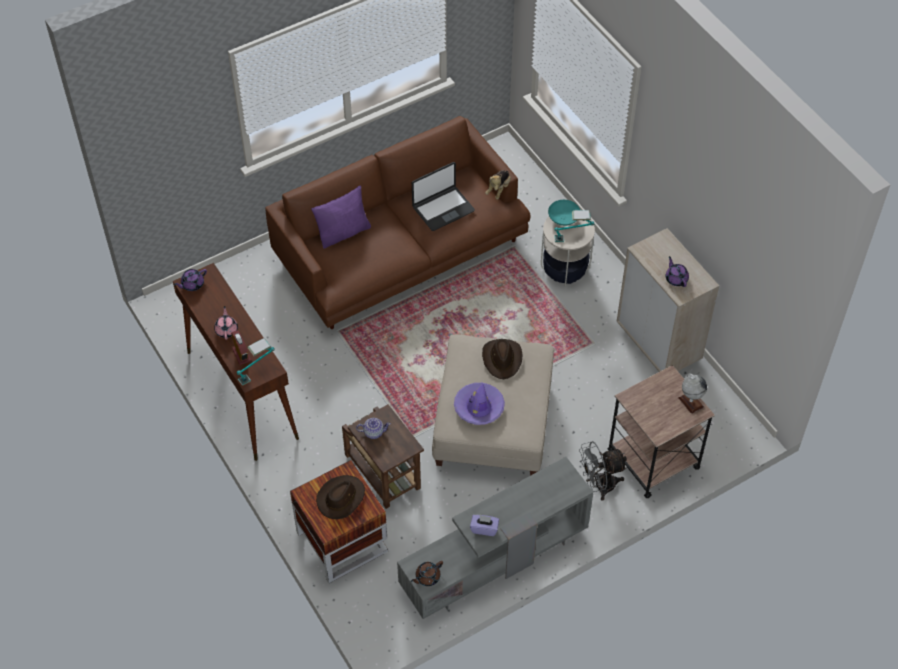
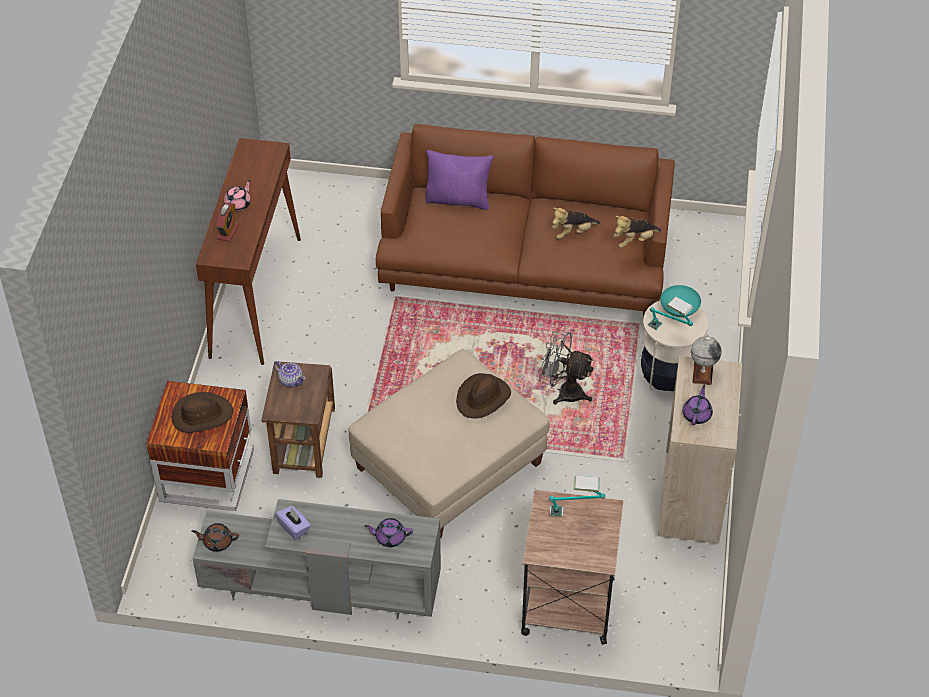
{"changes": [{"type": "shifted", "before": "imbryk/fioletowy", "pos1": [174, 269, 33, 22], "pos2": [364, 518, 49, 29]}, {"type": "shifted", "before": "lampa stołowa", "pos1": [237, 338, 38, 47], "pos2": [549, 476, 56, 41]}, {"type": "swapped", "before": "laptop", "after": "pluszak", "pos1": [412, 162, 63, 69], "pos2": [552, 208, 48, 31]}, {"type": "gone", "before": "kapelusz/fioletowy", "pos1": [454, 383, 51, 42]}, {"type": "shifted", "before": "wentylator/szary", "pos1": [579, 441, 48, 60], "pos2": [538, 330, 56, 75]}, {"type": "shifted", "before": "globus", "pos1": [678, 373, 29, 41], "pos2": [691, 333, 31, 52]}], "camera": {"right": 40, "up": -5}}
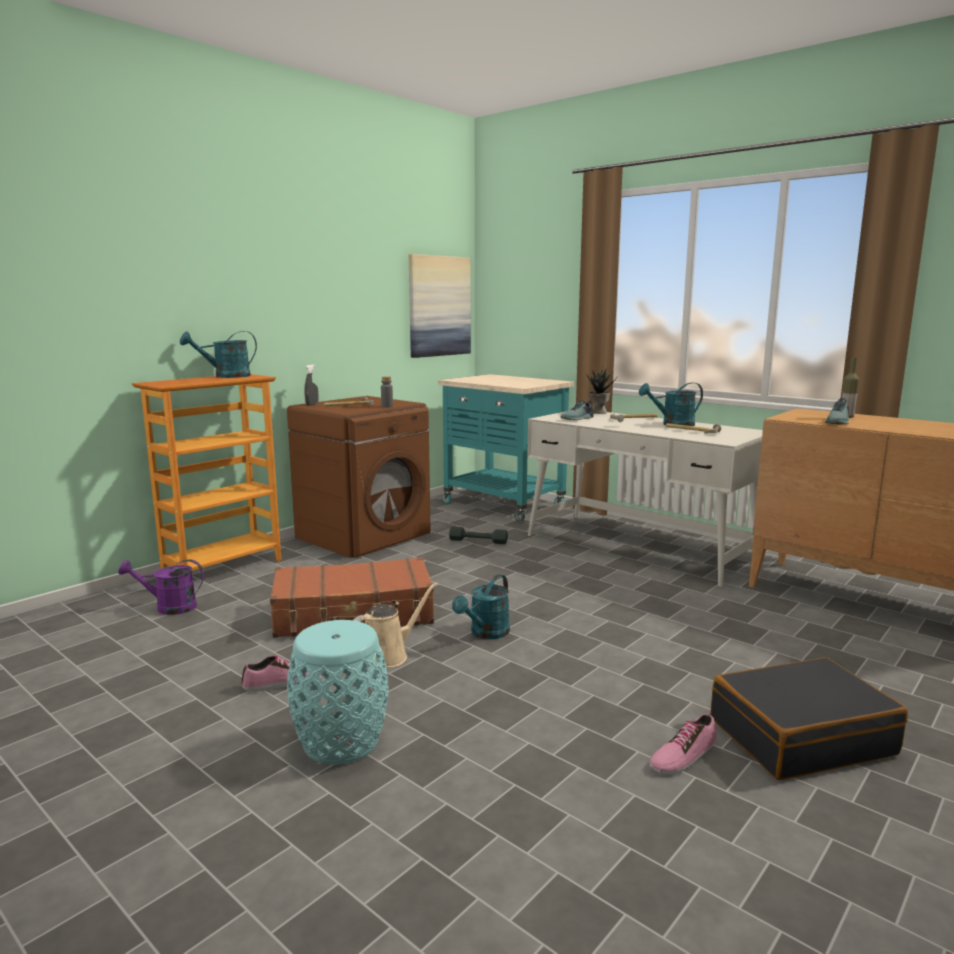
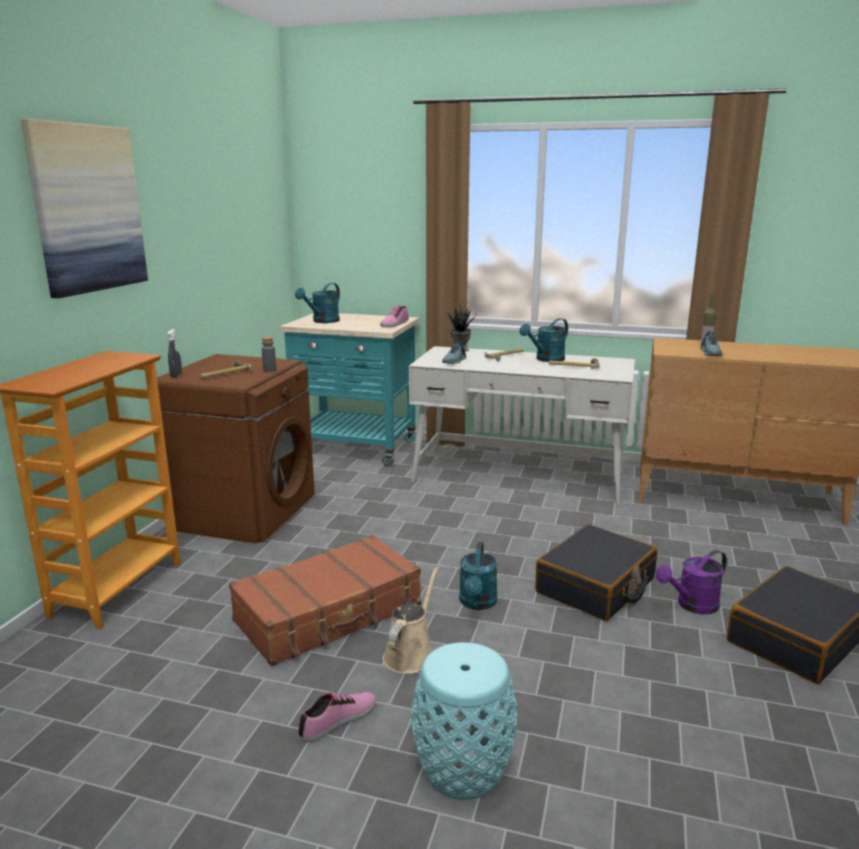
{"changes": [{"type": "shifted", "before": "konewka/fioletowy", "pos1": [118, 559, 86, 56], "pos2": [656, 550, 71, 64]}, {"type": "shifted", "before": "konewka/turkusowy", "pos1": [180, 331, 77, 47], "pos2": [295, 283, 45, 40]}, {"type": "shifted", "before": "obraz", "pos1": [409, 254, 62, 104], "pos2": [21, 118, 127, 180]}, {"type": "gone", "before": "hantel/szary", "pos1": [449, 526, 59, 18]}, {"type": "shifted", "before": "but", "pos1": [650, 714, 67, 61], "pos2": [380, 306, 29, 21]}, {"type": "new", "after": "walizka/czarny", "pos2": [535, 524, 122, 97]}], "camera": {"right": -25, "up": 5}}
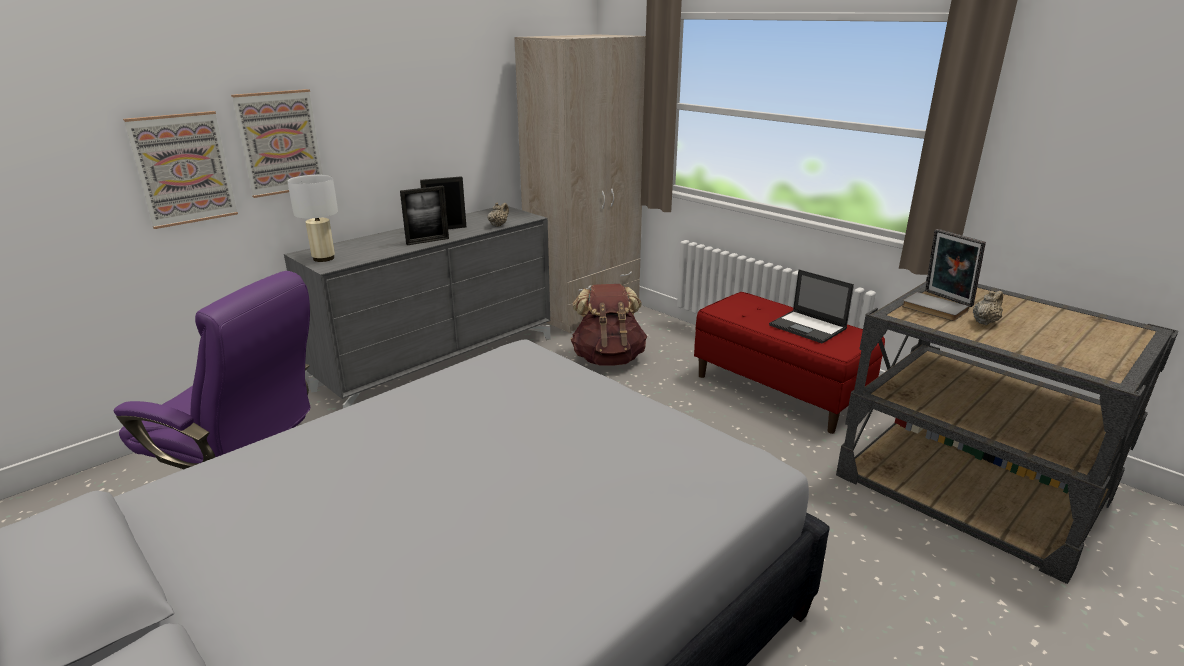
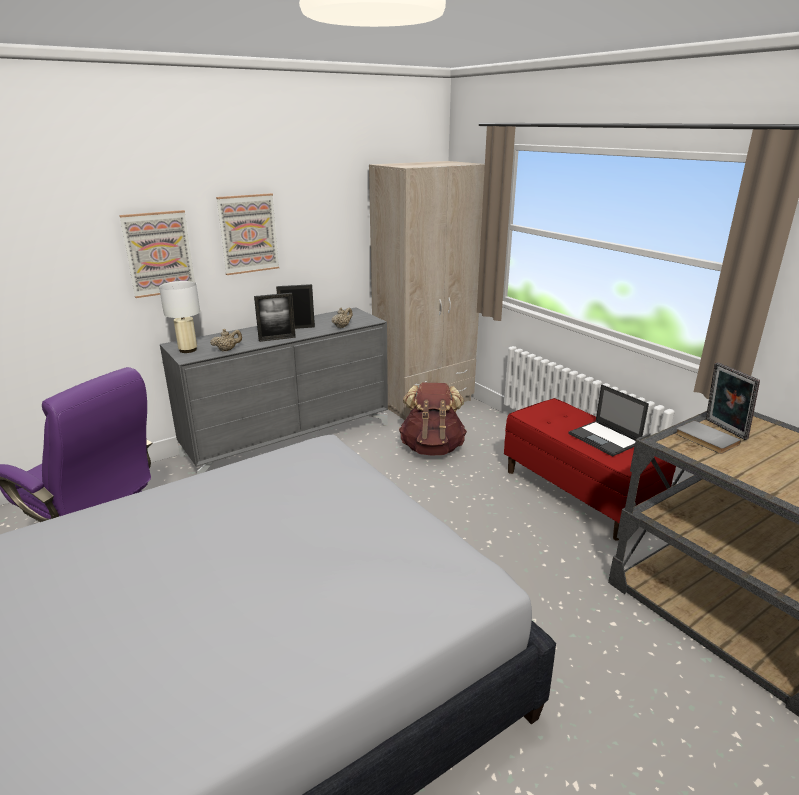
{"changes": [{"type": "shifted", "before": "obraz", "pos1": [123, 111, 115, 118], "pos2": [216, 193, 63, 82]}, {"type": "shifted", "before": "imbryk/beżowy", "pos1": [973, 291, 30, 34], "pos2": [210, 329, 32, 23]}], "camera": {"right": 10, "up": 0}}
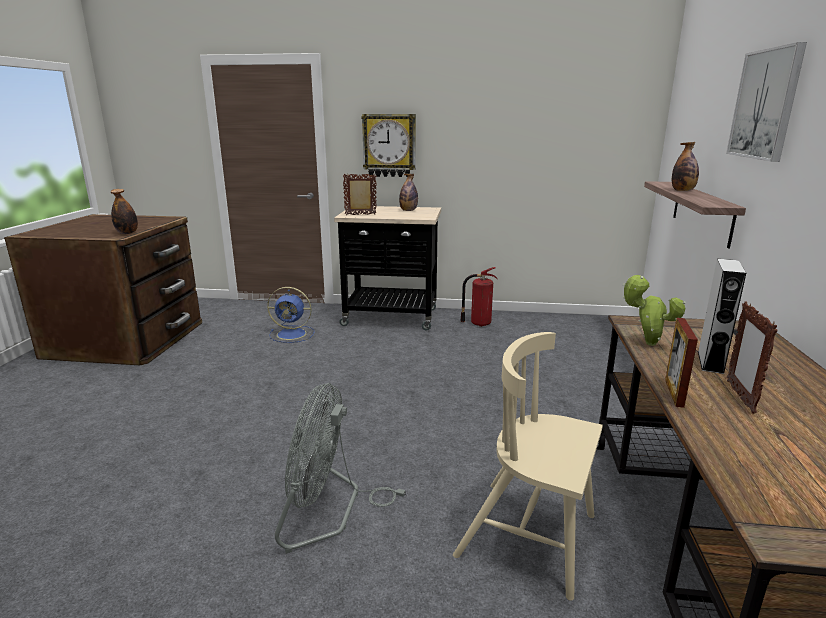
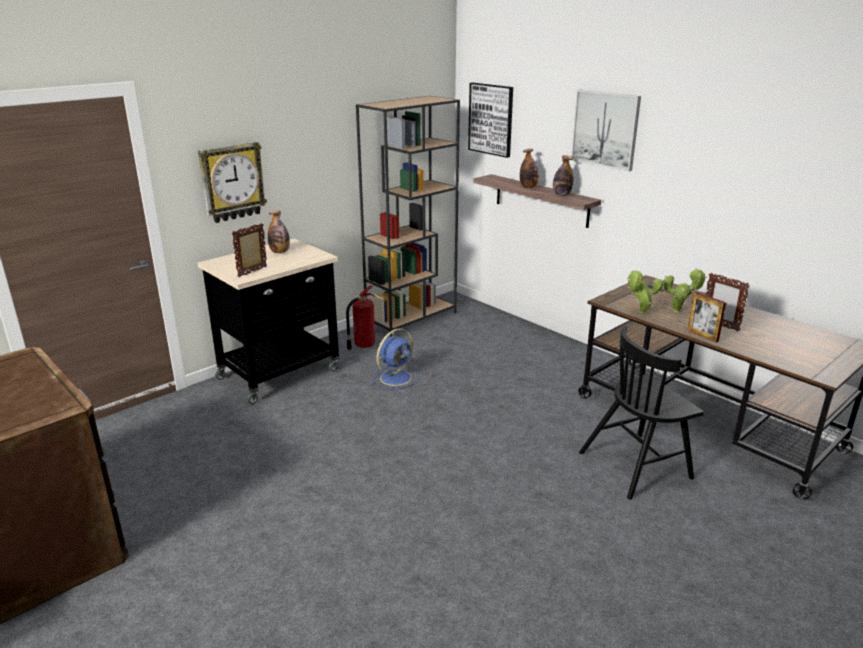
{"changes": [{"type": "shifted", "before": "butelka", "pos1": [110, 189, 28, 45], "pos2": [553, 155, 20, 41]}, {"type": "shifted", "before": "wentylator/niebieski", "pos1": [267, 287, 47, 56], "pos2": [372, 328, 48, 61]}, {"type": "gone", "before": "wentylator/szary", "pos1": [275, 383, 132, 171]}, {"type": "repainted", "before": "krzesło/beżowy", "after": "krzesło/czarny", "pos1": [453, 332, 150, 268], "pos2": [579, 326, 125, 174]}, {"type": "swapped", "before": "głośnik/szary", "after": "roślina doniczkowa", "pos1": [698, 259, 48, 115], "pos2": [663, 268, 44, 44]}, {"type": "new", "after": "regał", "pos2": [356, 96, 104, 241]}, {"type": "new", "after": "obraz", "pos2": [468, 83, 45, 75]}], "camera": {"right": -50, "up": 5}}
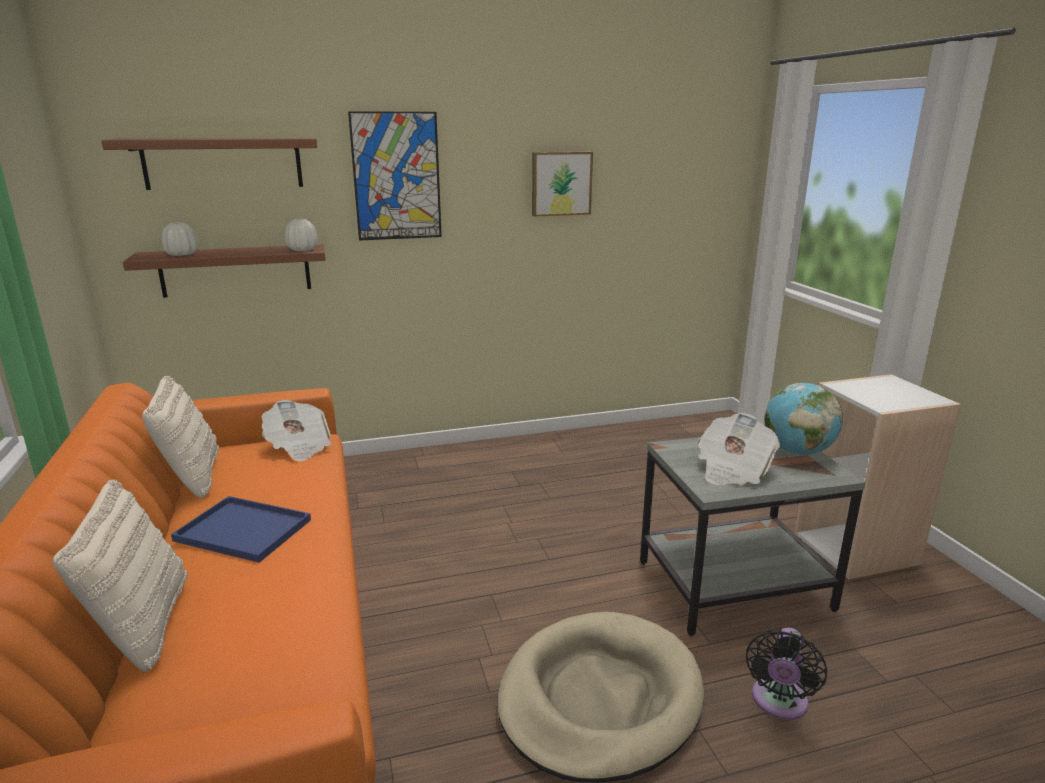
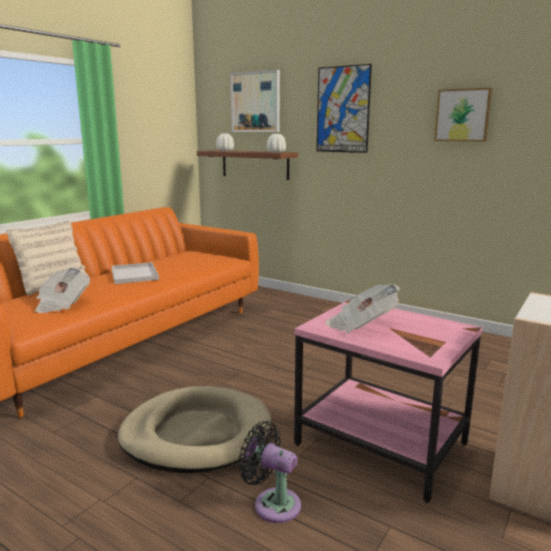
{"changes": [{"type": "swapped", "before": "półka/brązowy", "after": "obraz", "pos1": [101, 138, 216, 52], "pos2": [230, 70, 50, 62]}, {"type": "gone", "before": "poduszka/beżowy", "pos1": [142, 376, 77, 122]}, {"type": "repainted", "before": "taca/niebieski", "after": "taca/biały", "pos1": [171, 496, 140, 67], "pos2": [111, 262, 48, 22]}, {"type": "shifted", "before": "gazeta", "pos1": [262, 400, 70, 62], "pos2": [35, 267, 55, 46]}, {"type": "repainted", "before": "stolik/szary", "after": "stolik/różowy", "pos1": [640, 437, 225, 199], "pos2": [294, 299, 188, 204]}, {"type": "rotated", "before": "wentylator/czarny", "pos1": [746, 627, 81, 93], "pos2": [238, 421, 63, 102], "turn": 45}, {"type": "gone", "before": "globus", "pos1": [764, 383, 79, 72]}], "camera": {"right": 50, "up": -5}}
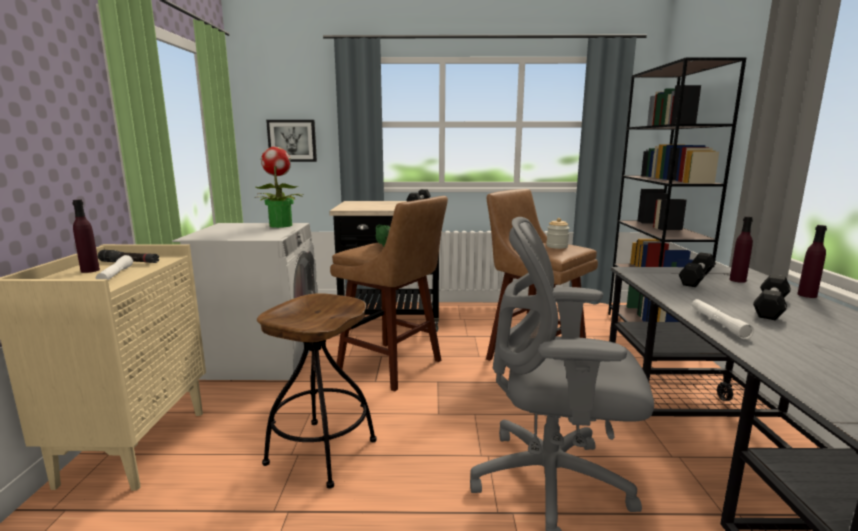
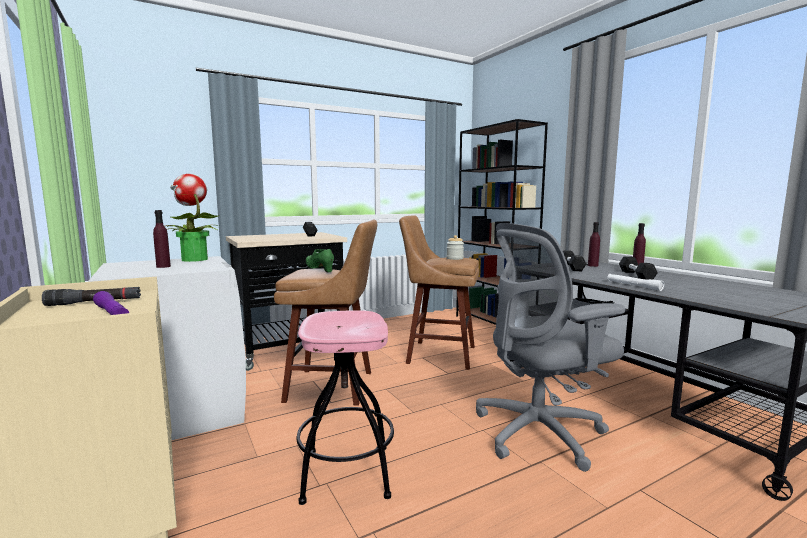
{"changes": [{"type": "shifted", "before": "butelka/fioletowy", "pos1": [72, 200, 28, 73], "pos2": [153, 210, 18, 58]}, {"type": "repainted", "before": "latarka/biały", "after": "latarka/fioletowy", "pos1": [96, 255, 37, 25], "pos2": [93, 291, 36, 24]}, {"type": "repainted", "before": "stołek/brązowy", "after": "stołek/różowy", "pos1": [257, 293, 120, 196], "pos2": [296, 310, 98, 195]}, {"type": "gone", "before": "obraz", "pos1": [266, 120, 51, 42]}], "camera": {"right": -30, "up": -5}}
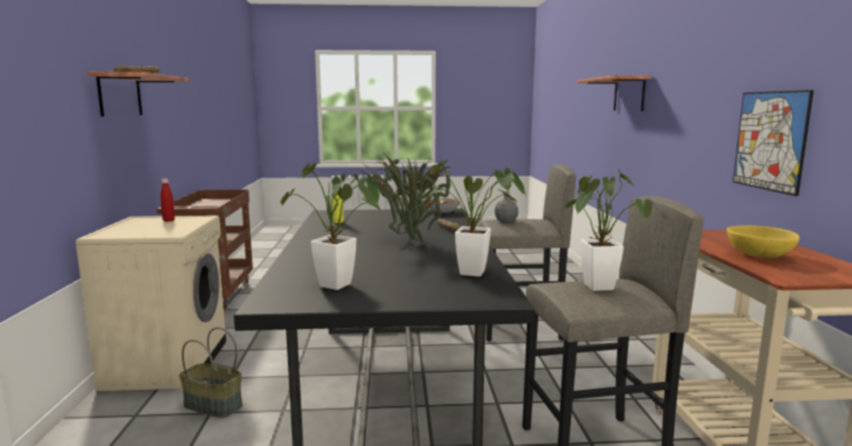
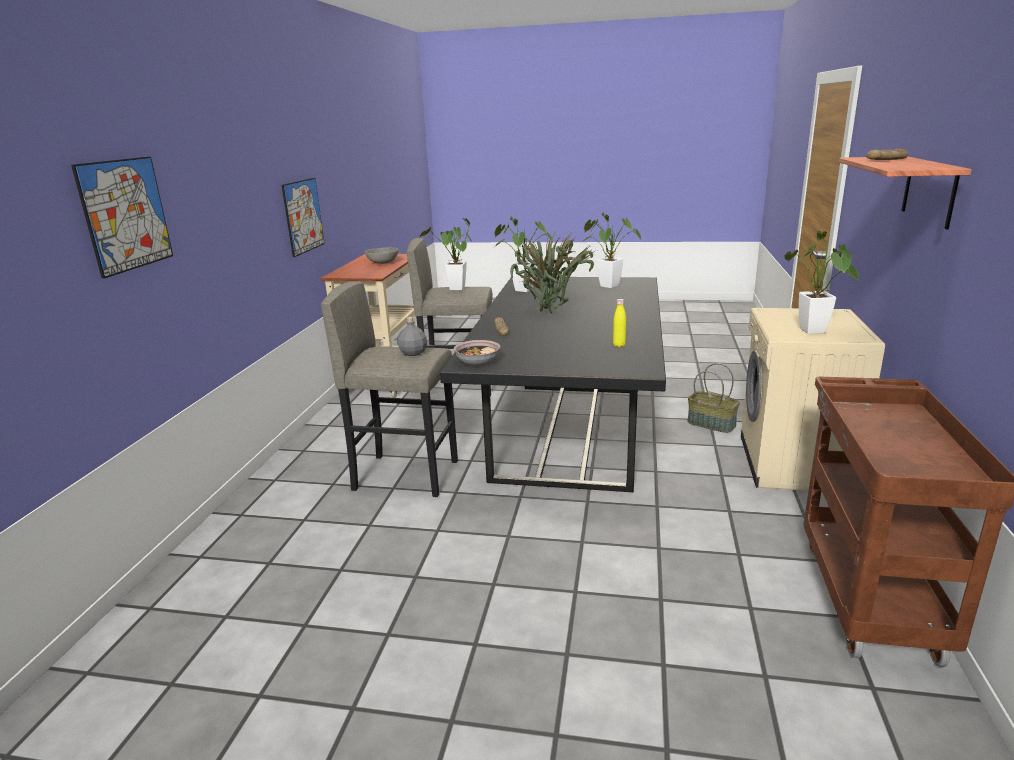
{"changes": [{"type": "swapped", "before": "butelka/czerwony", "after": "roślina doniczkowa", "pos1": [161, 179, 14, 43], "pos2": [785, 231, 74, 103]}, {"type": "swapped", "before": "półka", "after": "obraz", "pos1": [577, 75, 75, 36], "pos2": [71, 156, 102, 123]}, {"type": "repainted", "before": "miska/żółty", "after": "miska/szary", "pos1": [727, 225, 73, 33], "pos2": [365, 247, 33, 17]}], "camera": {"right": -165, "up": 10}}
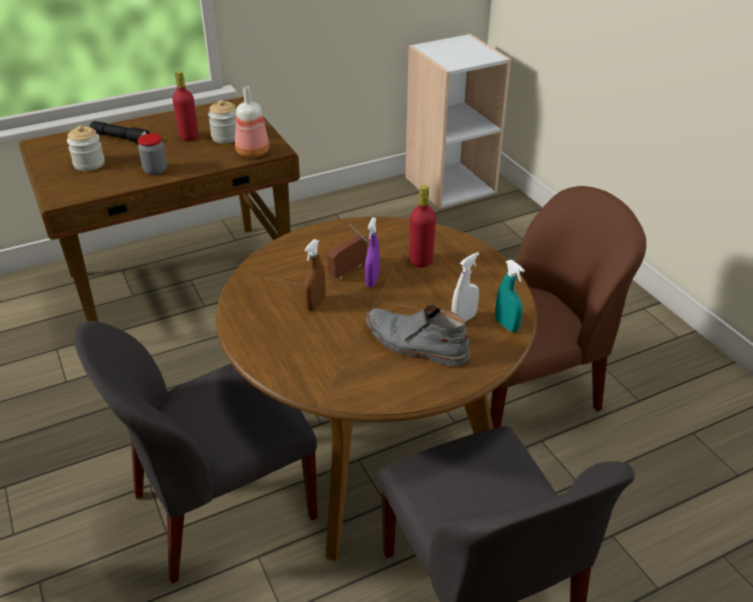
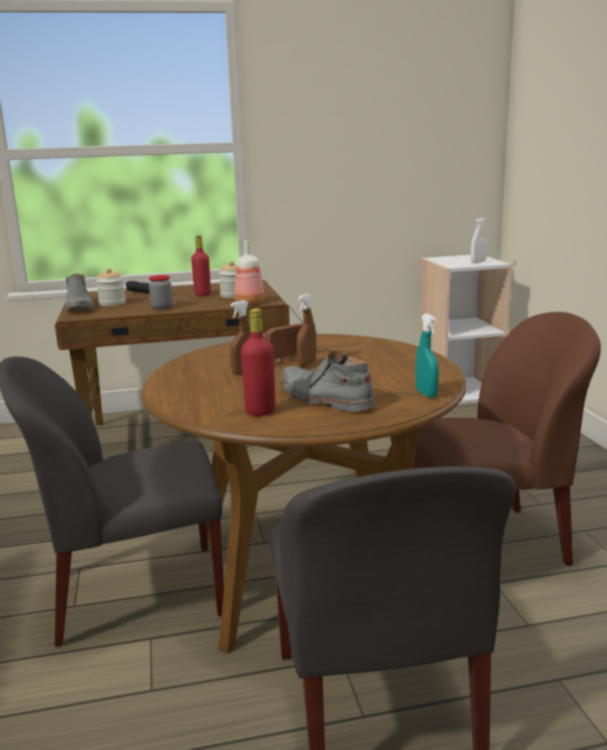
{"changes": [{"type": "repainted", "before": "spryskiwacz/fioletowy", "after": "spryskiwacz/brązowy", "pos1": [365, 217, 14, 70], "pos2": [297, 293, 20, 74]}, {"type": "shifted", "before": "butelka/czerwony", "pos1": [409, 185, 27, 83], "pos2": [241, 308, 34, 108]}, {"type": "shifted", "before": "spryskiwacz/biały", "pos1": [452, 252, 27, 70], "pos2": [471, 218, 16, 45]}, {"type": "new", "after": "but z cholewką/szary", "pos2": [66, 274, 28, 37]}], "camera": {"right": 15, "up": -20}}
